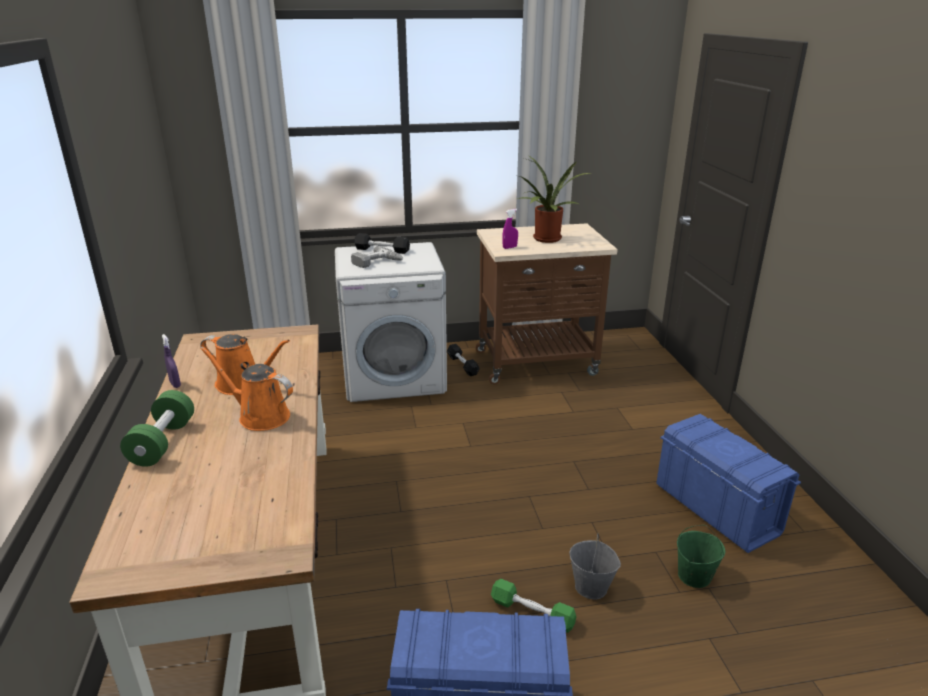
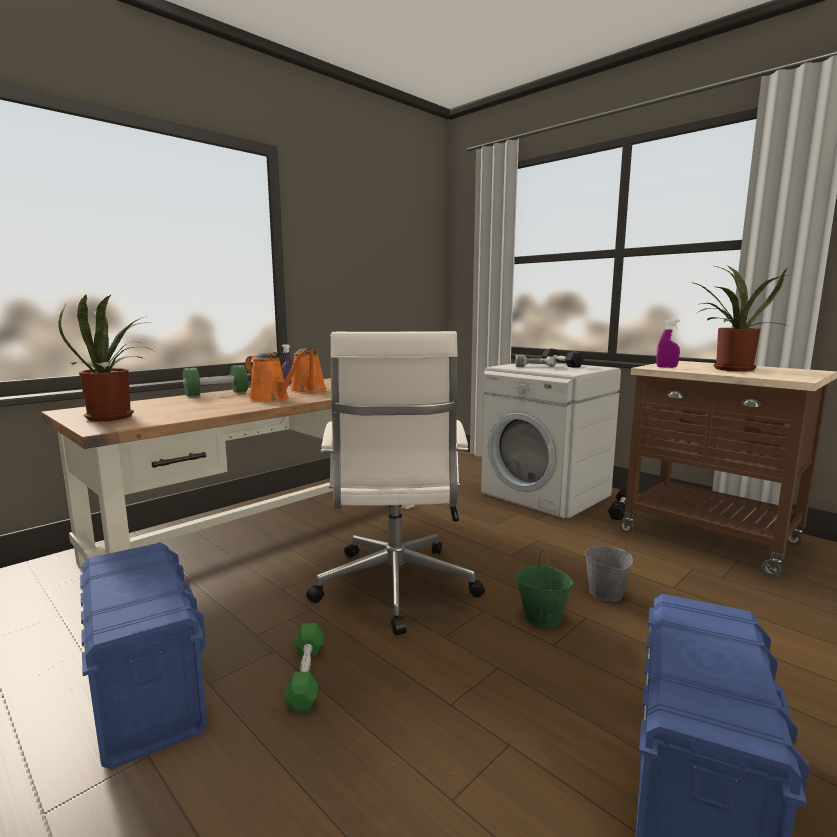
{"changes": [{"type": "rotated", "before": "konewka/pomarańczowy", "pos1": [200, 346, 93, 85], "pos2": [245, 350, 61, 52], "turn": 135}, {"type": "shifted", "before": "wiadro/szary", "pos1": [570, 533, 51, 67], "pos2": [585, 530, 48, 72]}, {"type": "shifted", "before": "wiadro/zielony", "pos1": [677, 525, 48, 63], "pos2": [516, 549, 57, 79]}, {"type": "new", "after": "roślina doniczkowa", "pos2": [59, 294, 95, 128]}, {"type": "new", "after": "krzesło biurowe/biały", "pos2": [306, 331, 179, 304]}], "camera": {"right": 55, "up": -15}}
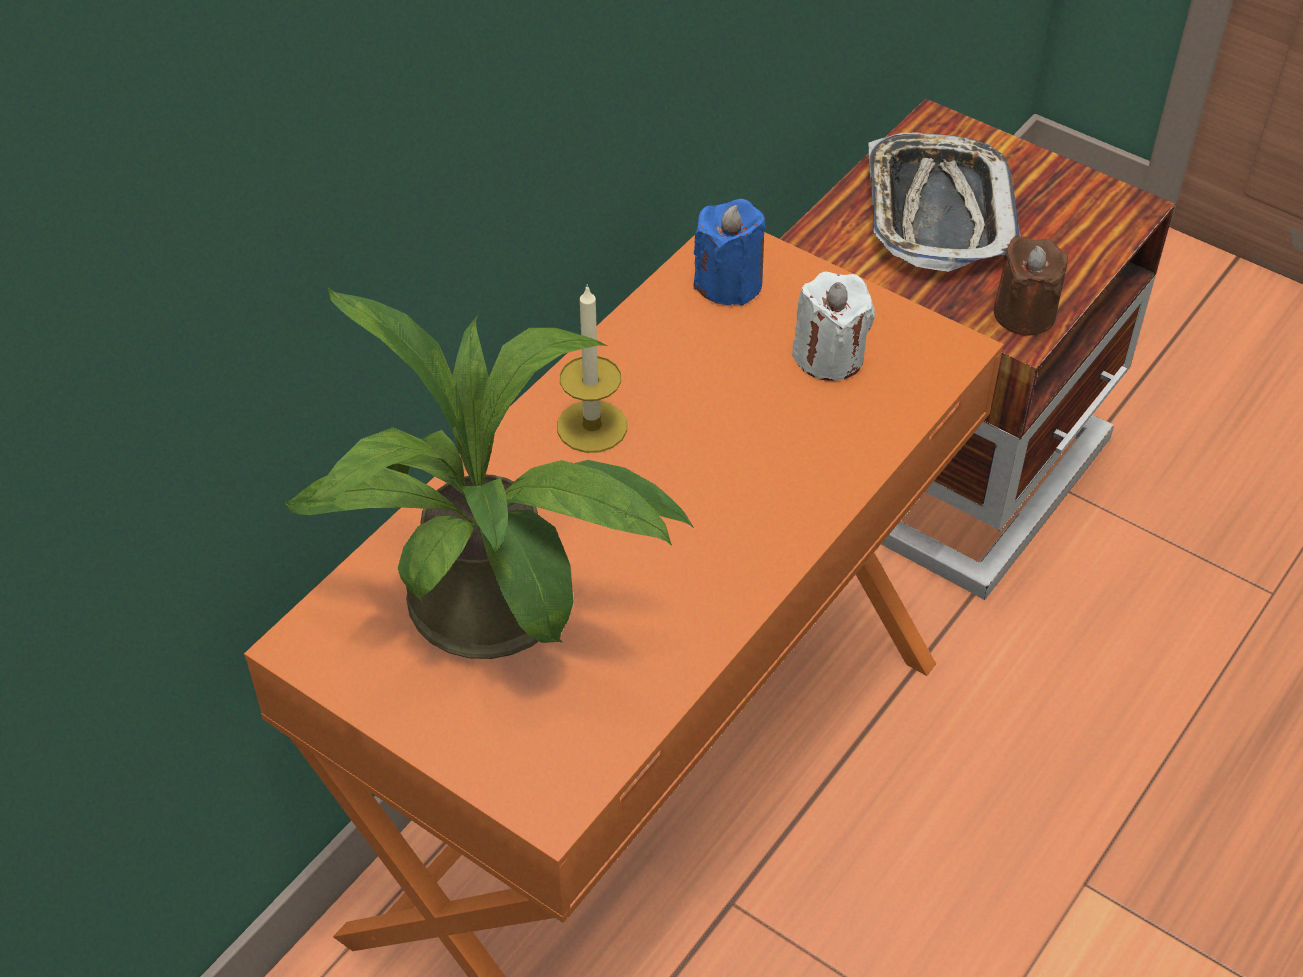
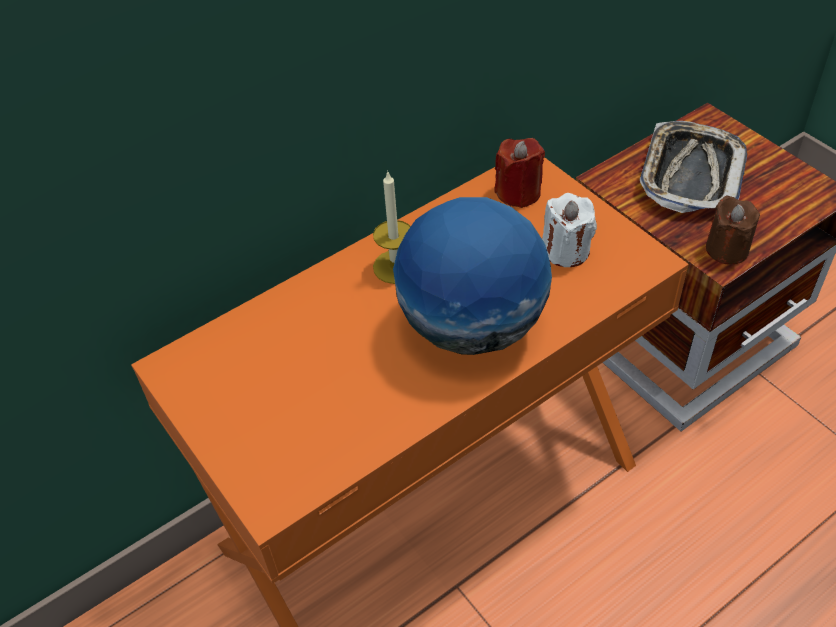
{"changes": [{"type": "gone", "before": "roślina doniczkowa", "pos1": [283, 287, 411, 372]}, {"type": "repainted", "before": "świeca/niebieski", "after": "świeca/czerwony", "pos1": [694, 199, 71, 106], "pos2": [495, 138, 50, 70]}, {"type": "new", "after": "globus", "pos2": [393, 197, 159, 158]}], "camera": {"right": 20, "up": 0}}
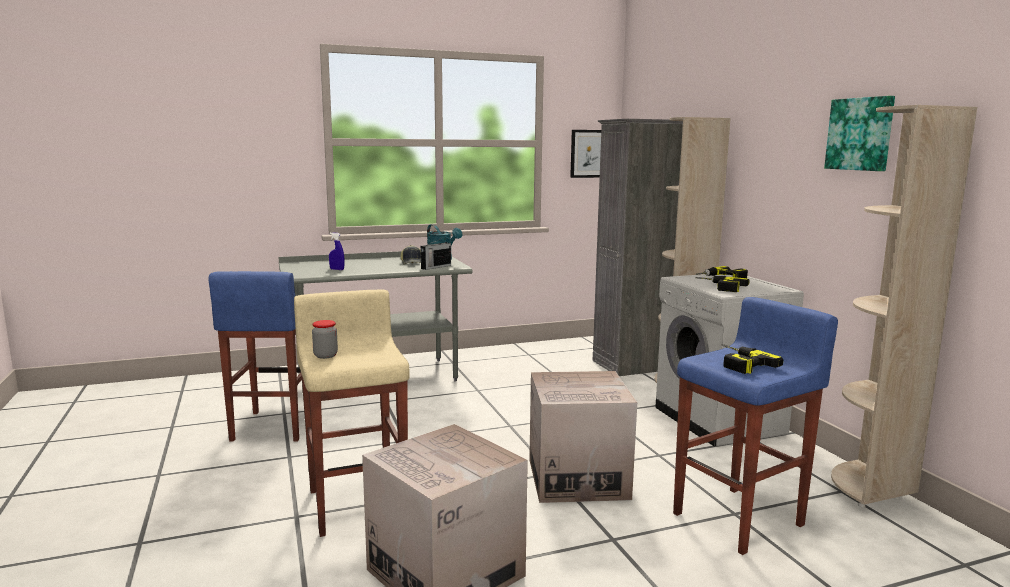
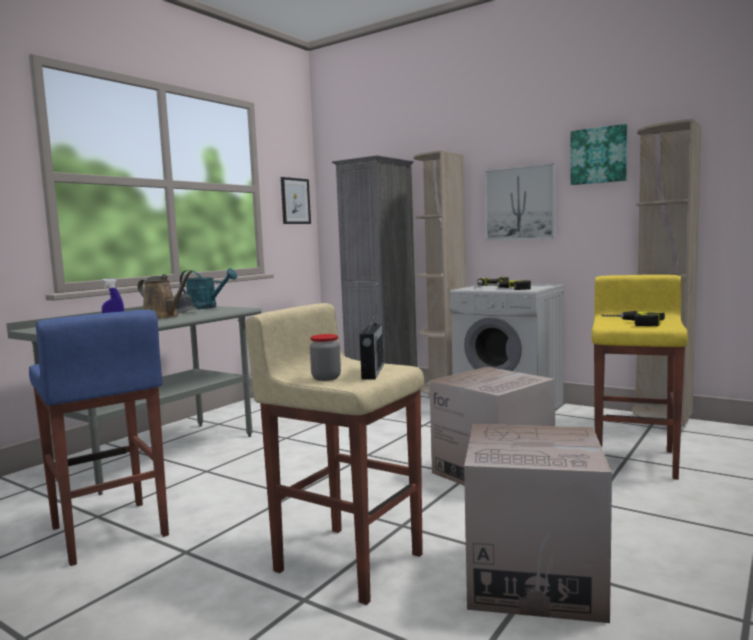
{"changes": [{"type": "shifted", "before": "radio", "pos1": [420, 238, 31, 32], "pos2": [360, 314, 24, 66]}, {"type": "repainted", "before": "stołek/niebieski", "after": "stołek/żółty", "pos1": [673, 297, 165, 258], "pos2": [592, 275, 96, 205]}, {"type": "new", "after": "konewka/brązowy", "pos2": [138, 271, 55, 48]}, {"type": "new", "after": "obraz", "pos2": [484, 163, 72, 78]}], "camera": {"right": -35, "up": -5}}
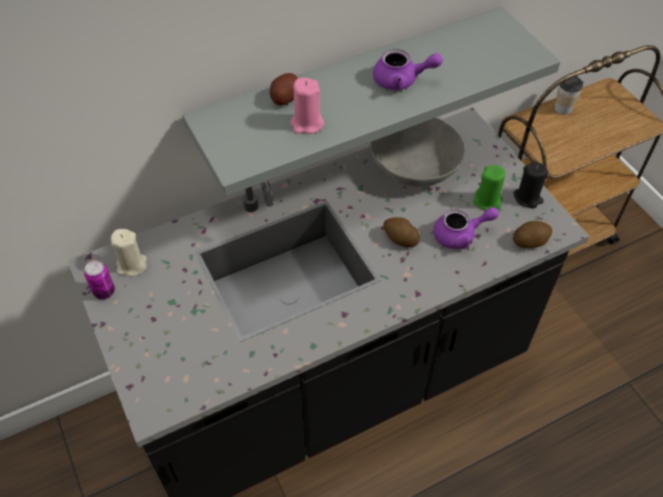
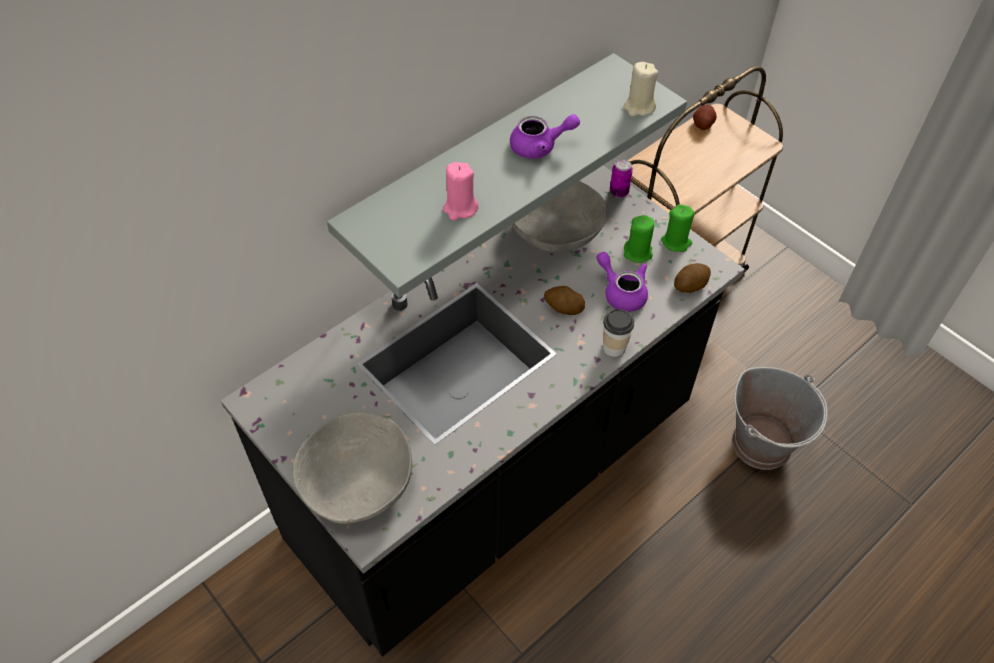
{"changes": [{"type": "shifted", "before": "puszka", "pos1": [84, 260, 31, 39], "pos2": [610, 159, 23, 38]}, {"type": "shifted", "before": "świeca/beżowy", "pos1": [111, 229, 36, 48], "pos2": [623, 62, 35, 55]}, {"type": "shifted", "before": "ziemniak", "pos1": [270, 73, 28, 32], "pos2": [693, 105, 24, 25]}, {"type": "rotated", "before": "imbryk/fioletowy", "pos1": [433, 207, 66, 42], "pos2": [596, 252, 52, 60], "turn": -105}, {"type": "repainted", "before": "świeca/czarny", "after": "świeca/zielony", "pos1": [514, 161, 34, 48], "pos2": [661, 204, 34, 48]}, {"type": "shifted", "before": "filiżanka", "pos1": [555, 76, 28, 39], "pos2": [603, 309, 31, 48]}, {"type": "new", "after": "miska/szary", "pos2": [292, 412, 120, 112]}, {"type": "new", "after": "wiadro/szary", "pos2": [732, 367, 96, 103]}], "camera": {"right": -15, "up": 0}}
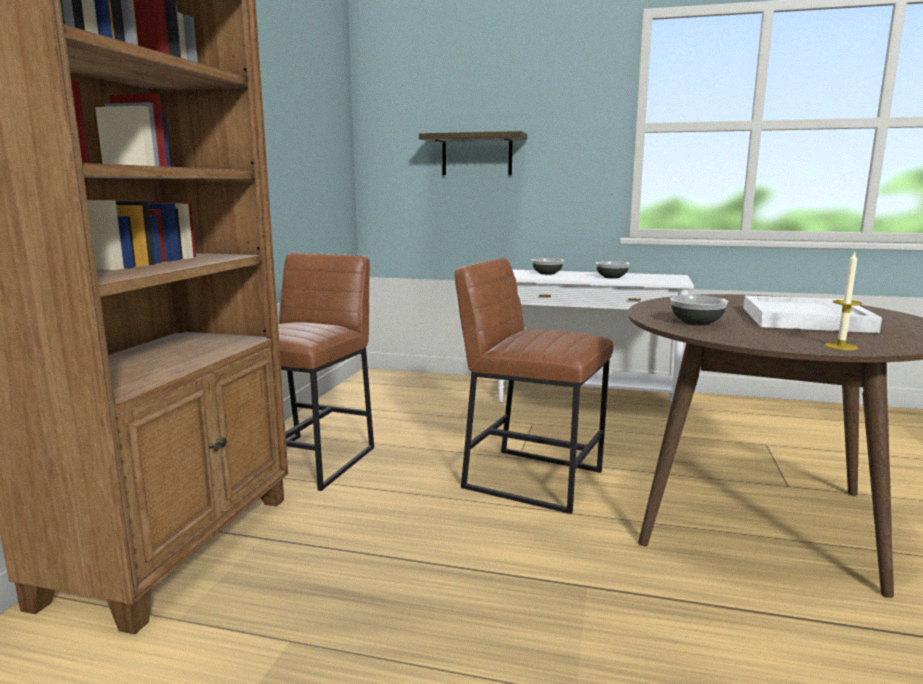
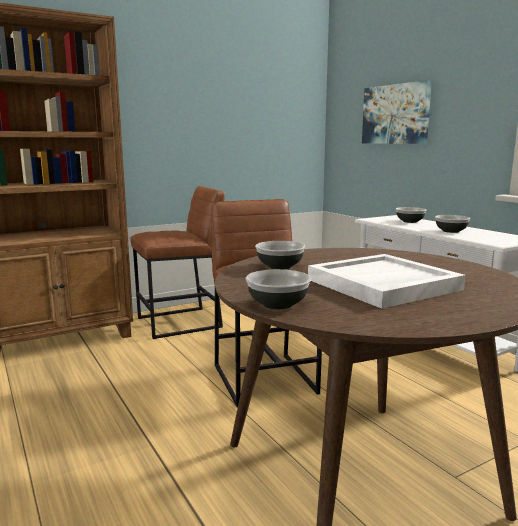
{"changes": [{"type": "swapped", "before": "półka", "after": "obraz", "pos1": [419, 131, 108, 44], "pos2": [362, 80, 70, 64]}, {"type": "swapped", "before": "świeca", "after": "miska", "pos1": [824, 252, 38, 98], "pos2": [246, 269, 65, 40]}], "camera": {"right": 45, "up": 0}}
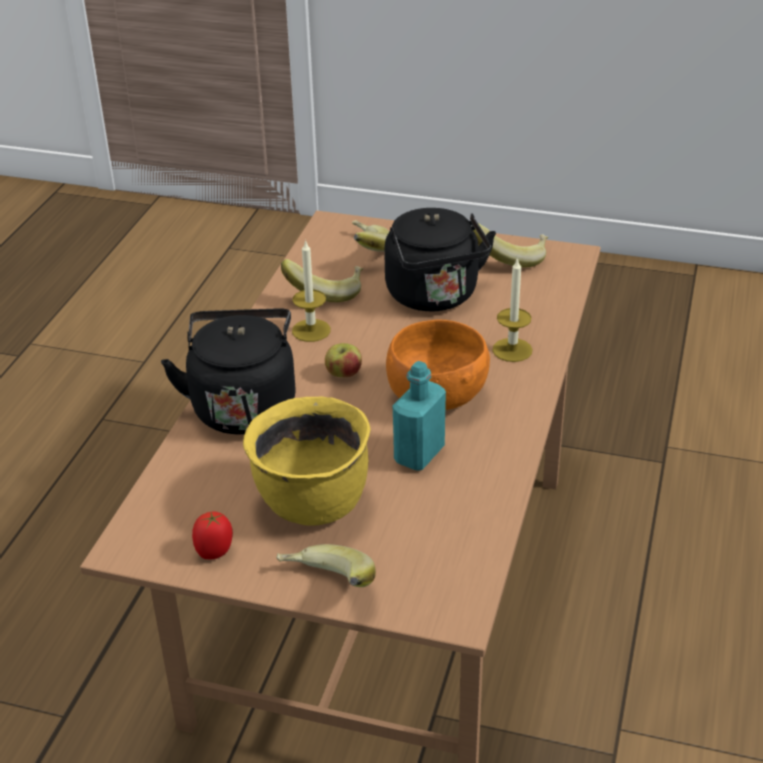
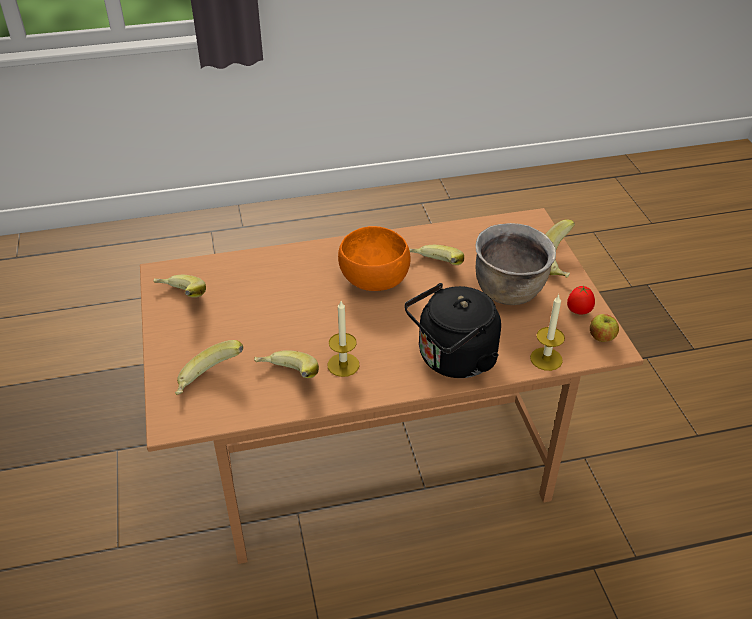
{"changes": [{"type": "repainted", "before": "garnek/żółty", "after": "garnek/brązowy", "pos1": [243, 397, 128, 129], "pos2": [475, 223, 81, 82]}, {"type": "shifted", "before": "jabłko", "pos1": [325, 343, 37, 34], "pos2": [590, 314, 29, 28]}, {"type": "gone", "before": "czajnik/czarny", "pos1": [384, 208, 112, 104]}, {"type": "swapped", "before": "butelka/turkusowy", "after": "banan", "pos1": [393, 361, 53, 110], "pos2": [409, 245, 55, 20]}, {"type": "shifted", "before": "świeca", "pos1": [492, 257, 41, 105], "pos2": [530, 295, 35, 76]}], "camera": {"right": -120, "up": 5}}
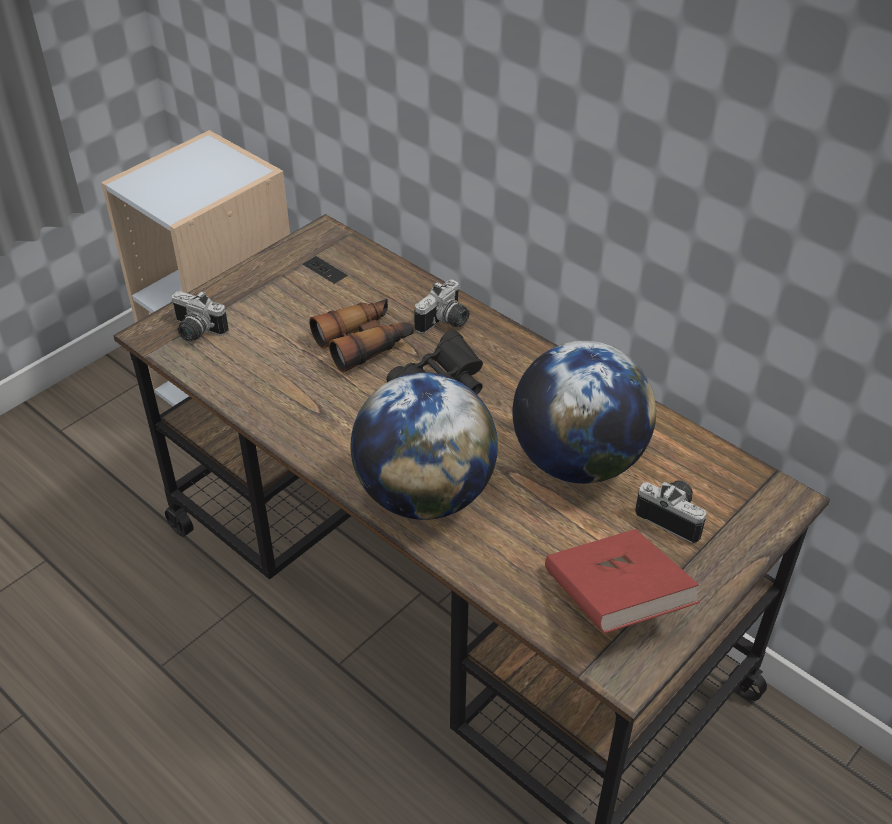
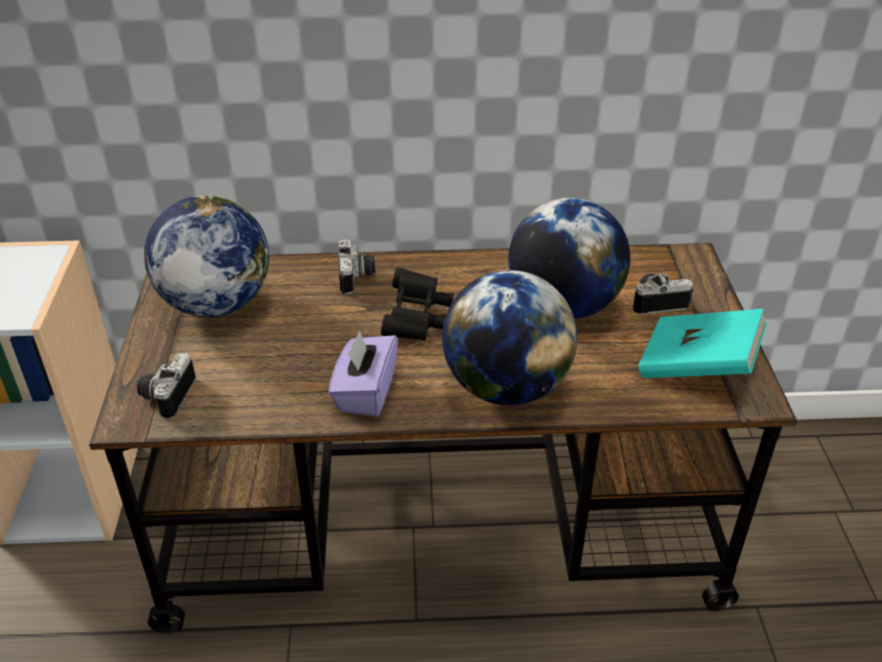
{"changes": [{"type": "rotated", "before": "aparat fotograficzny", "pos1": [171, 291, 58, 51], "pos2": [137, 352, 59, 67], "turn": 120}, {"type": "gone", "before": "lornetka", "pos1": [309, 299, 104, 74]}, {"type": "repainted", "before": "książka/czerwony", "after": "książka/turkusowy", "pos1": [545, 529, 155, 105], "pos2": [639, 309, 128, 69]}, {"type": "new", "after": "globus", "pos2": [144, 195, 125, 122]}, {"type": "new", "after": "pudełko chusteczek/fioletowy", "pos2": [329, 330, 69, 87]}], "camera": {"right": -45, "up": -5}}
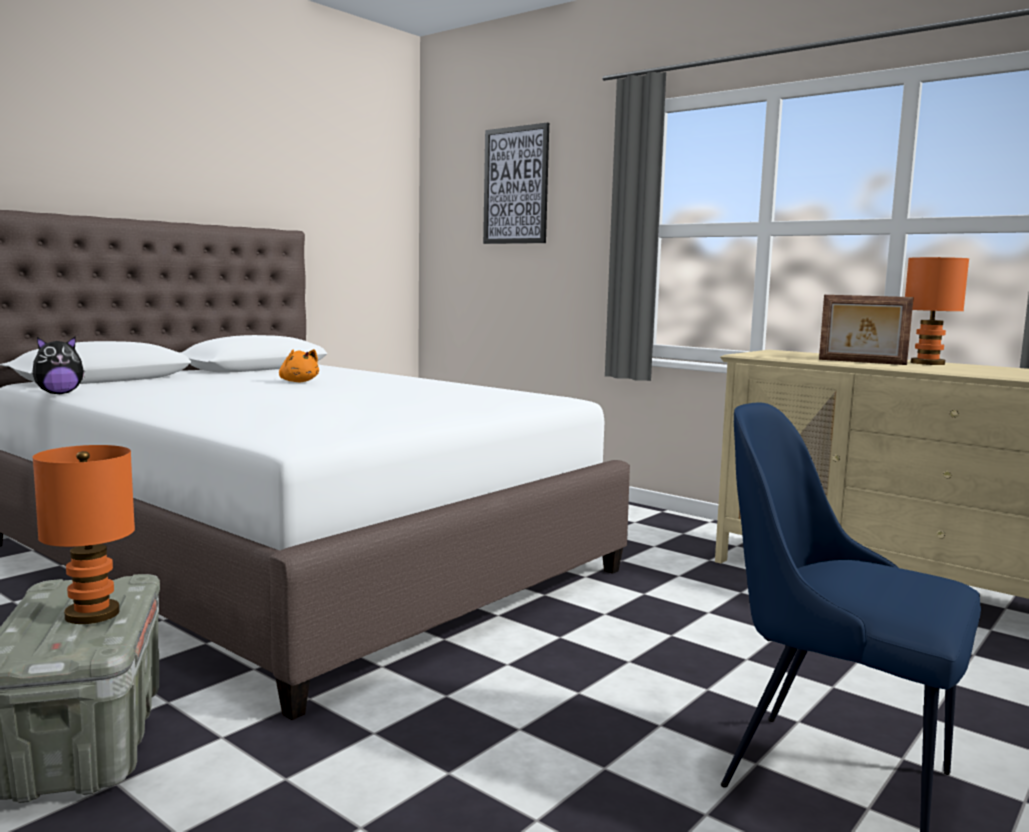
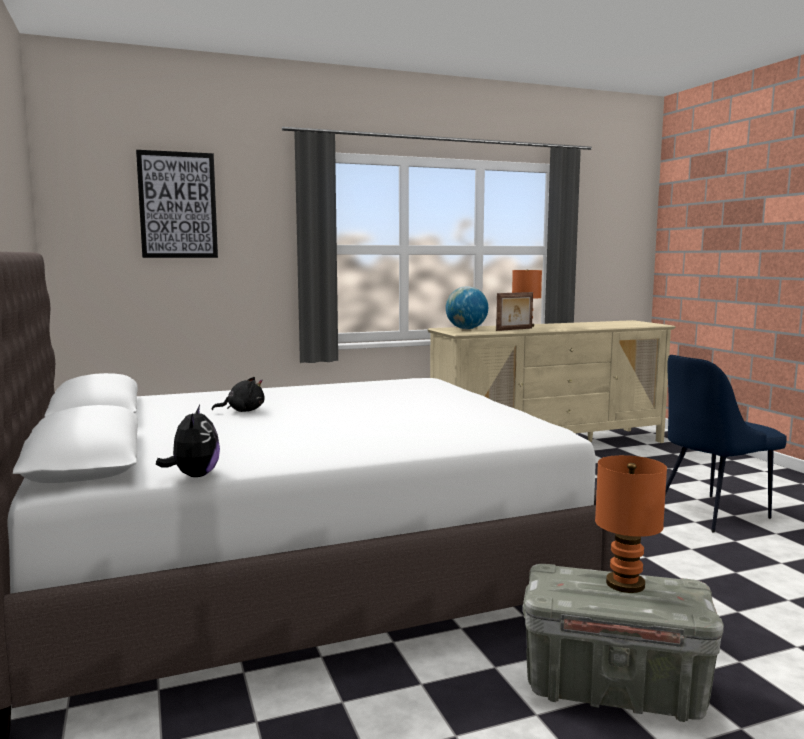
{"changes": [{"type": "repainted", "before": "pluszak/pomarańczowy", "after": "pluszak/czarny", "pos1": [279, 349, 40, 33], "pos2": [212, 377, 52, 35]}, {"type": "new", "after": "globus", "pos2": [446, 286, 42, 43]}], "camera": {"right": -60, "up": 0}}
